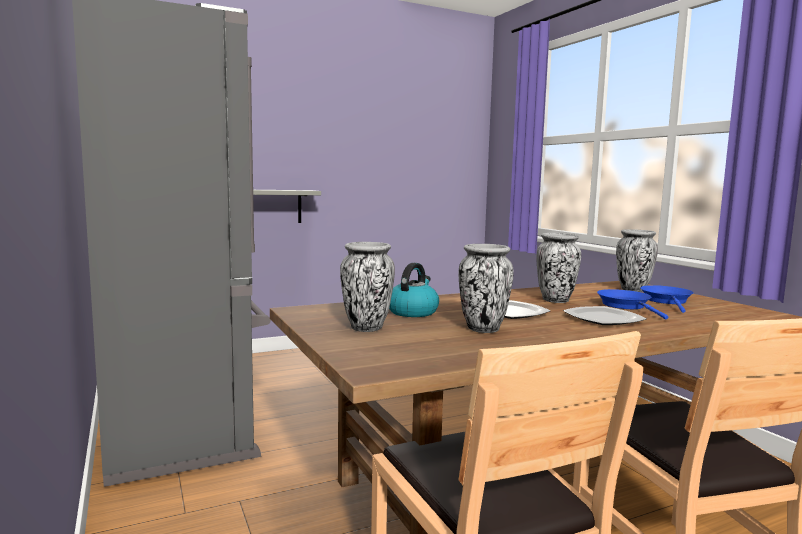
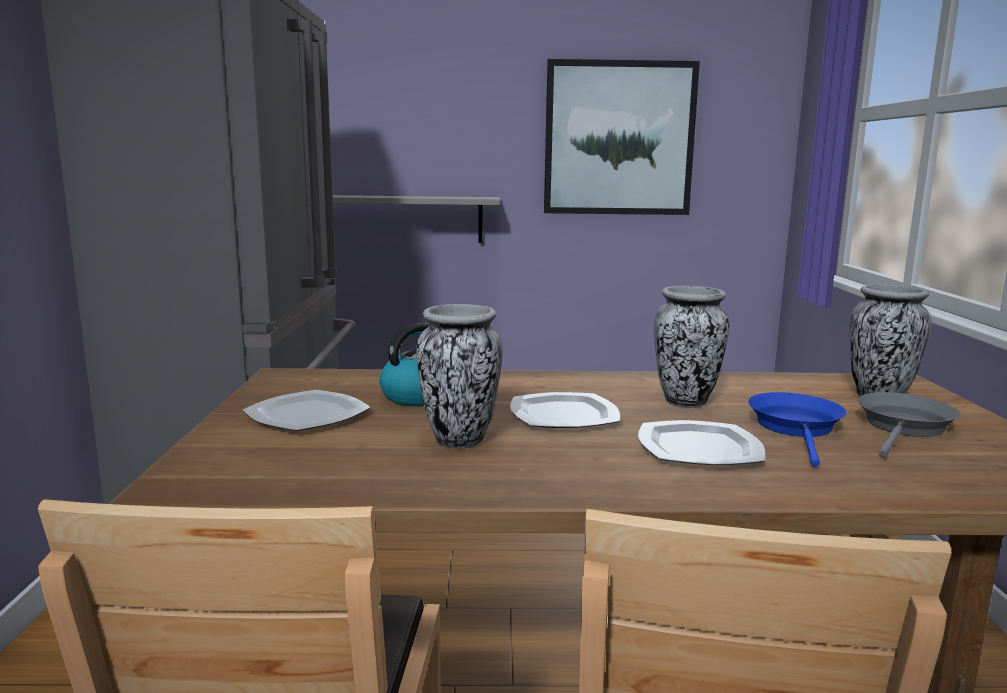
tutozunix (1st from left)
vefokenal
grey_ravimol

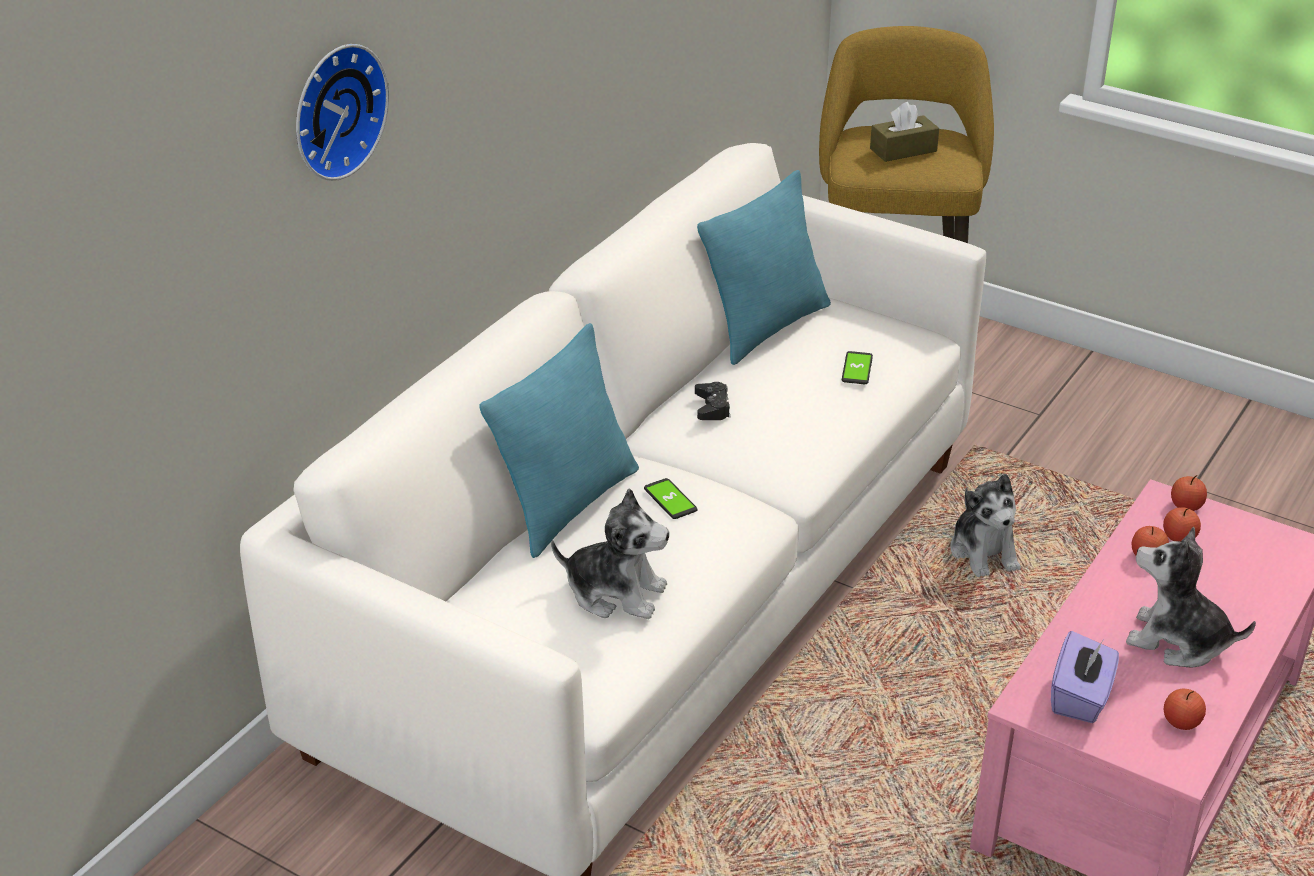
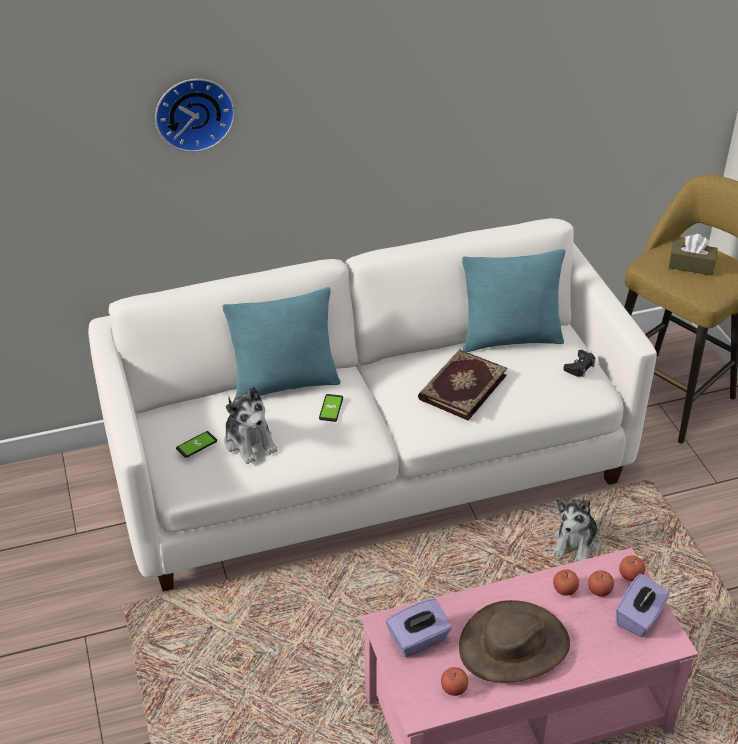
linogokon (1st from left)
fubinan
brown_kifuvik
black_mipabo
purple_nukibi (2nd from left)

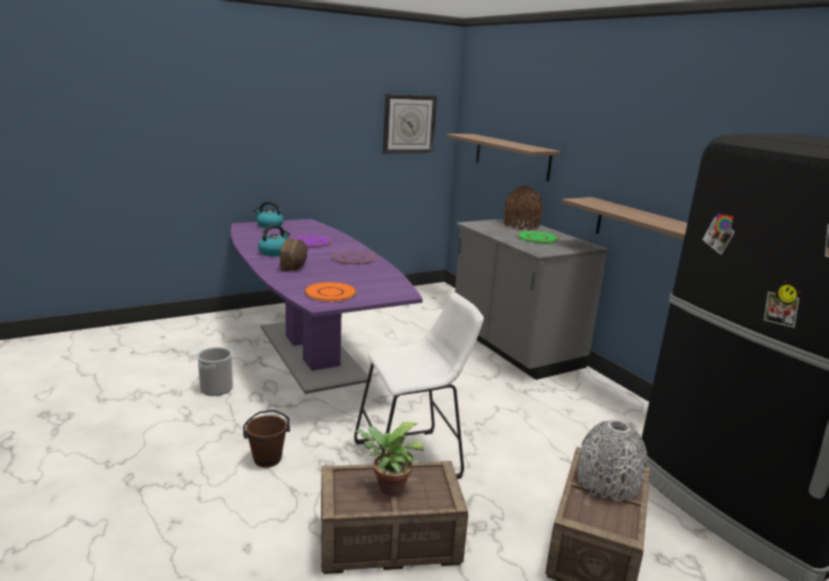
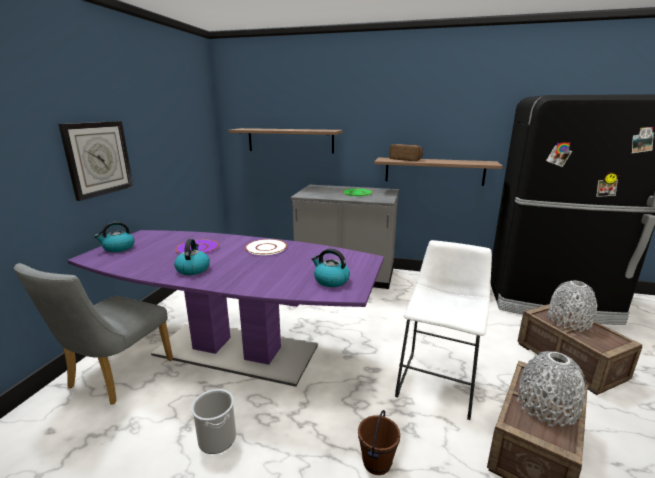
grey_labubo
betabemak
white_tutozunix
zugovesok (3rd from left)
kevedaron
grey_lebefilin (1st from left)
brown_lebefilin

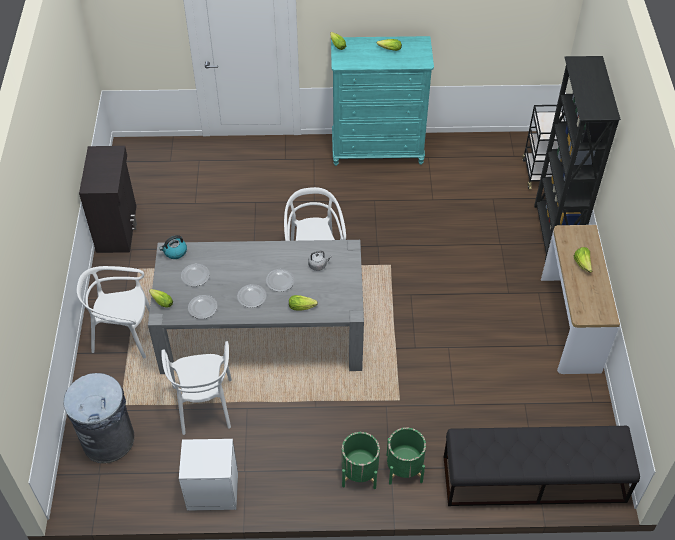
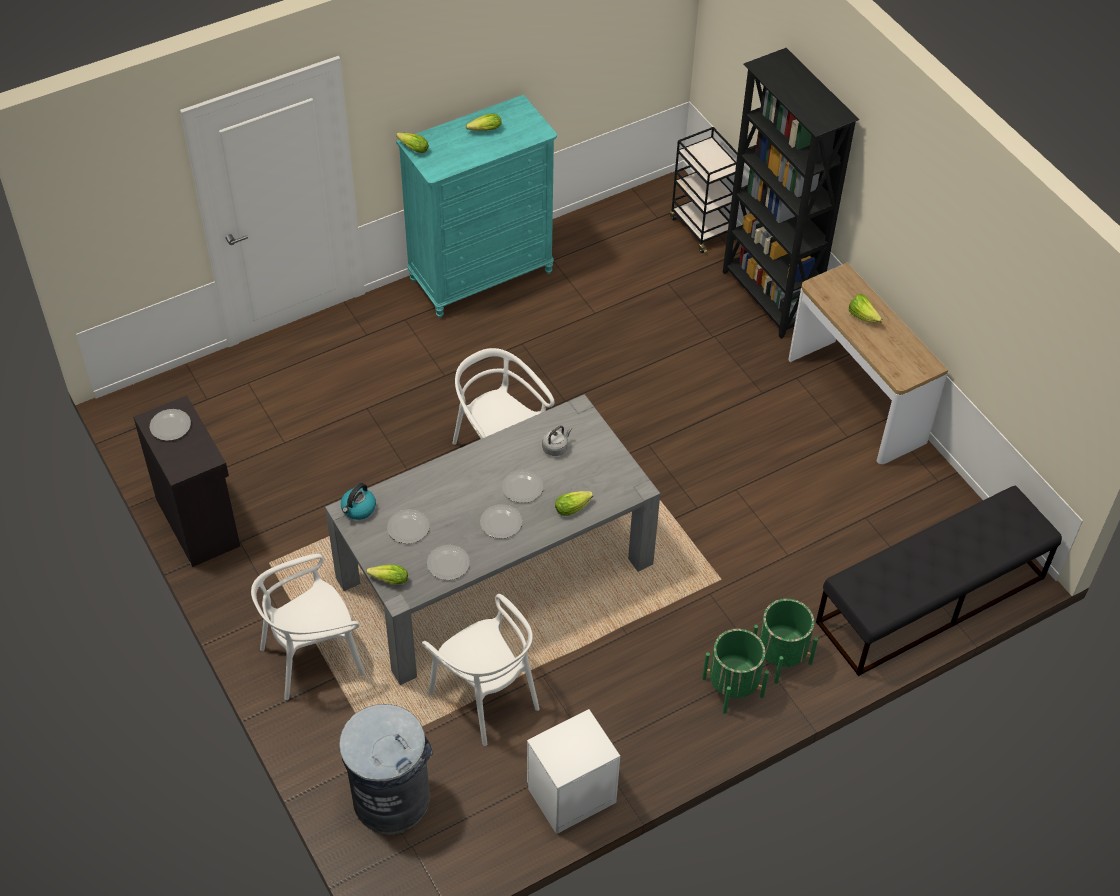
tutozunix (1st from left)

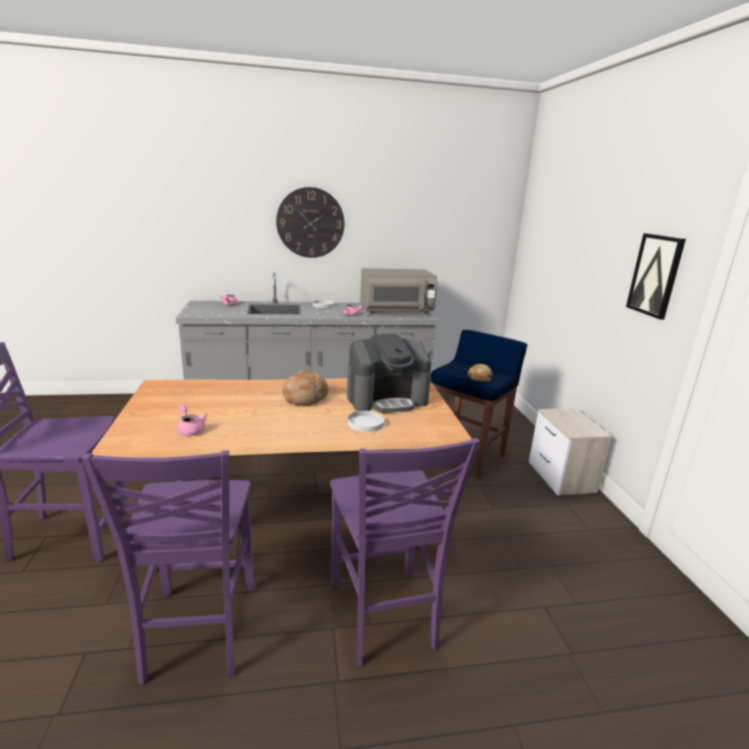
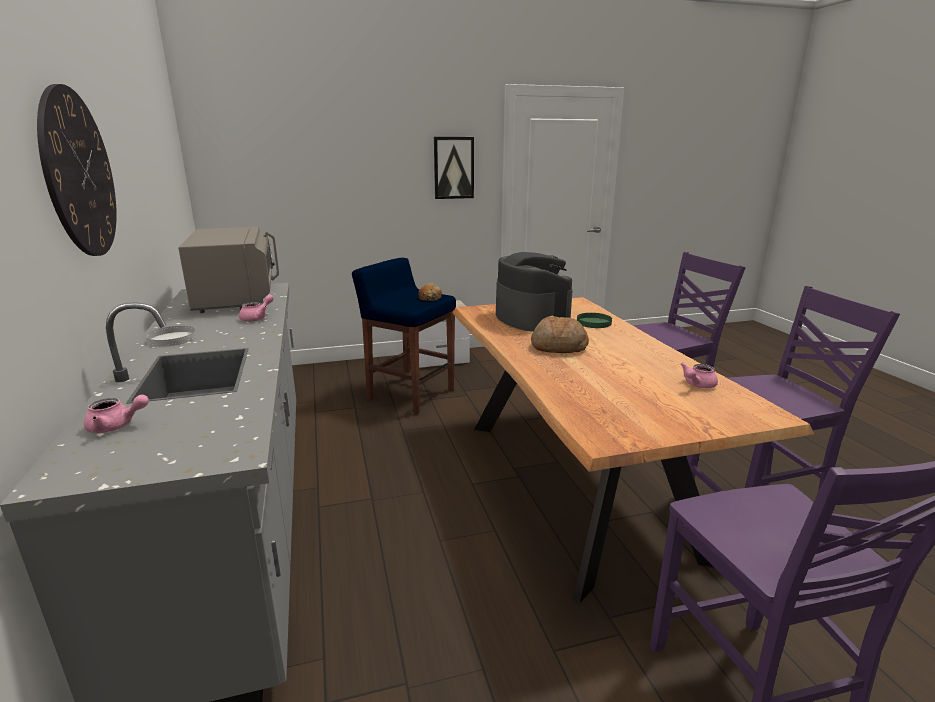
green_tutozunix

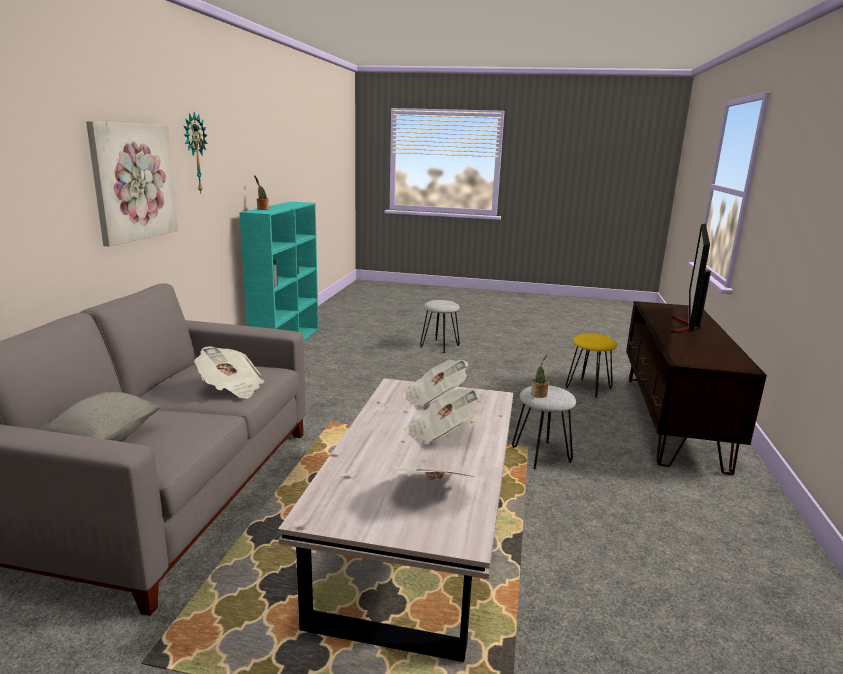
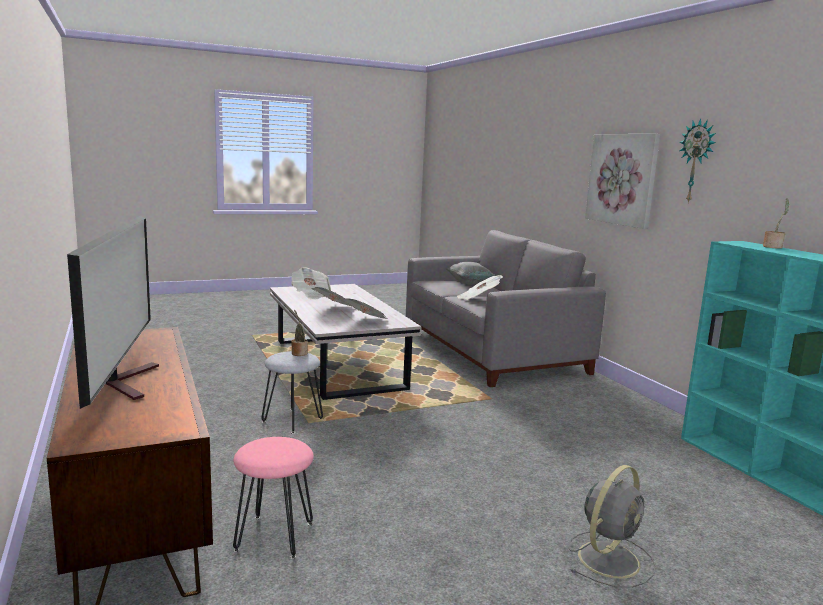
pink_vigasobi
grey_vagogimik

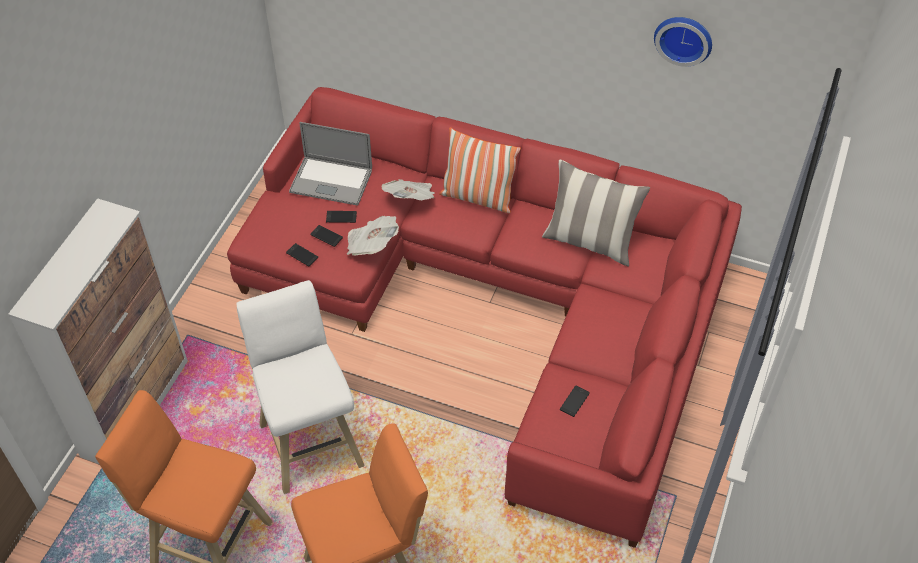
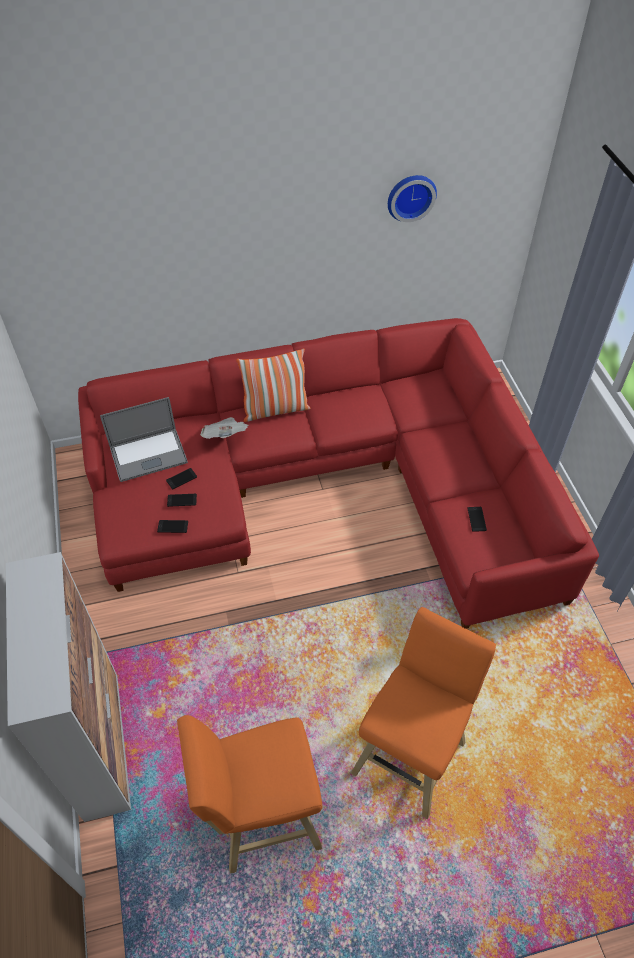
white_vigasobi
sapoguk (1st from left in the first image)
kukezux (2nd from left in the first image)

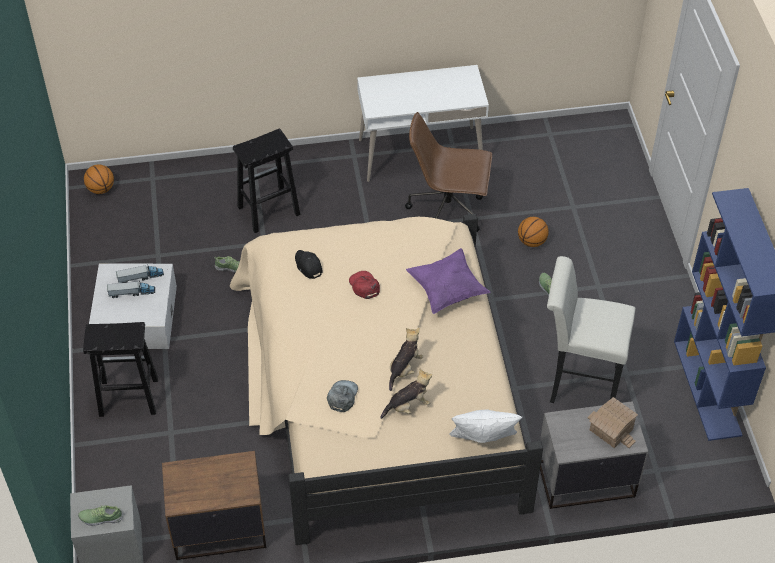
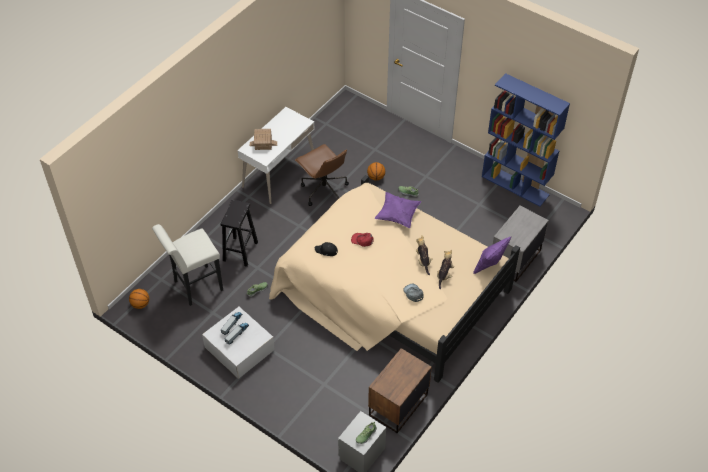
white_vigasobi
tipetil
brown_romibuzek
purple_kukezux (2nd from left)
black_vigasobi (1st from left in the first image)

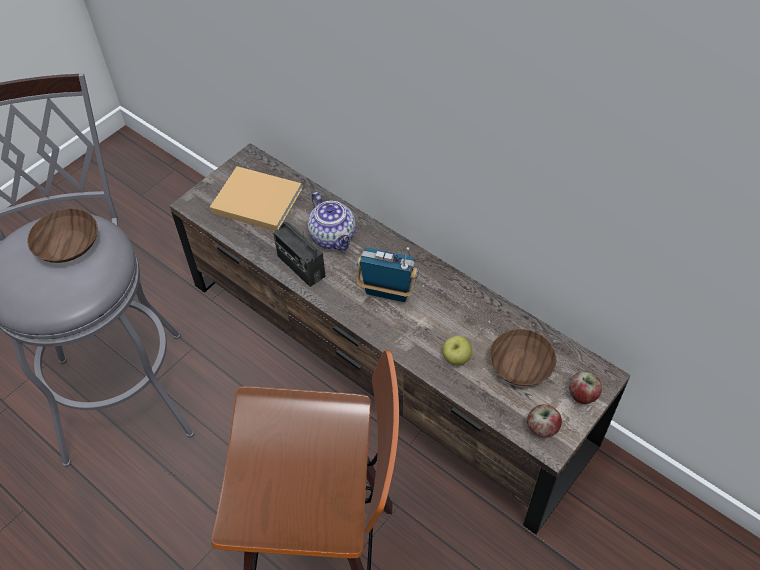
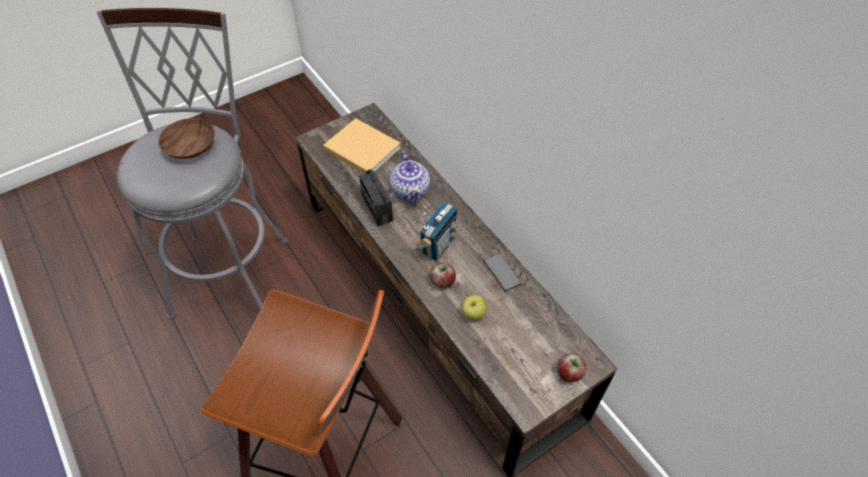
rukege (2nd from left)
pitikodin (1st from left)
linogokon
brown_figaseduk (2nd from left in the first image)

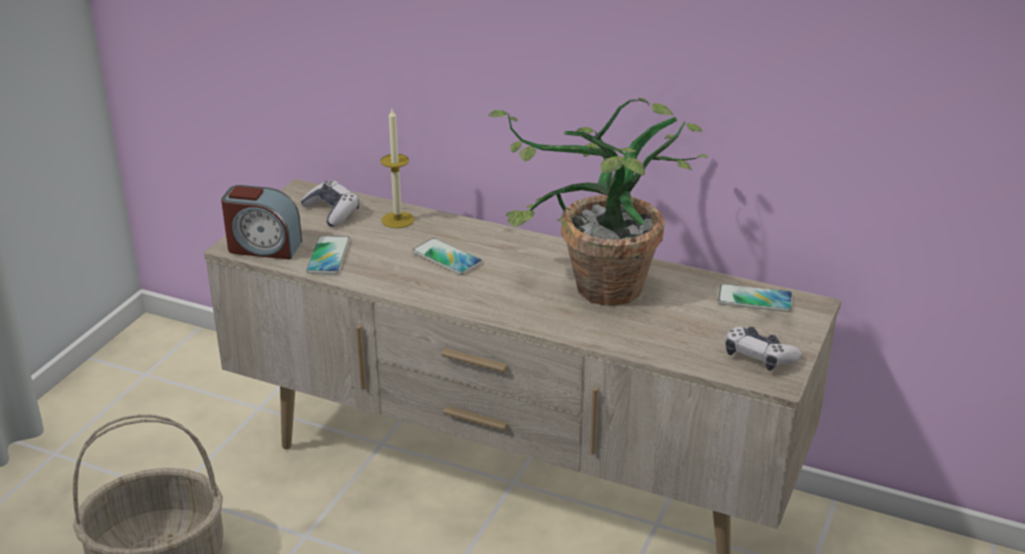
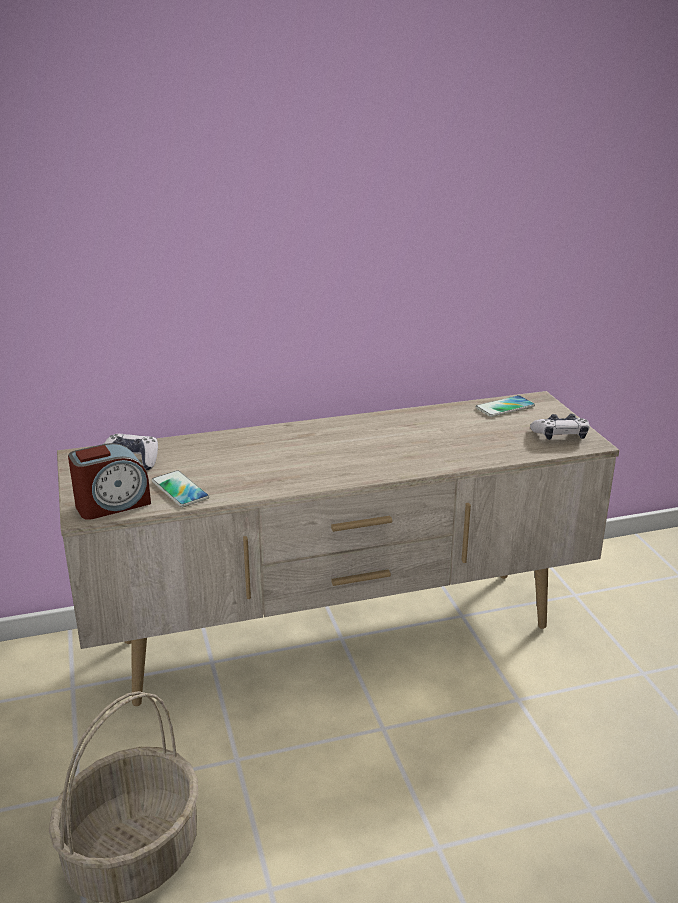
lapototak
linogokon (2nd from left in the first image)
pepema

